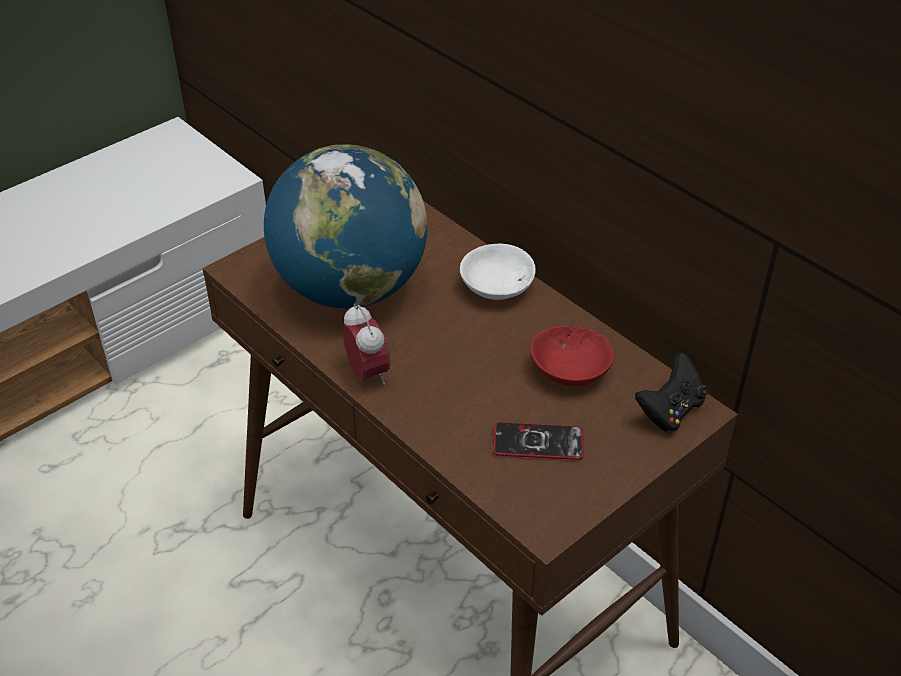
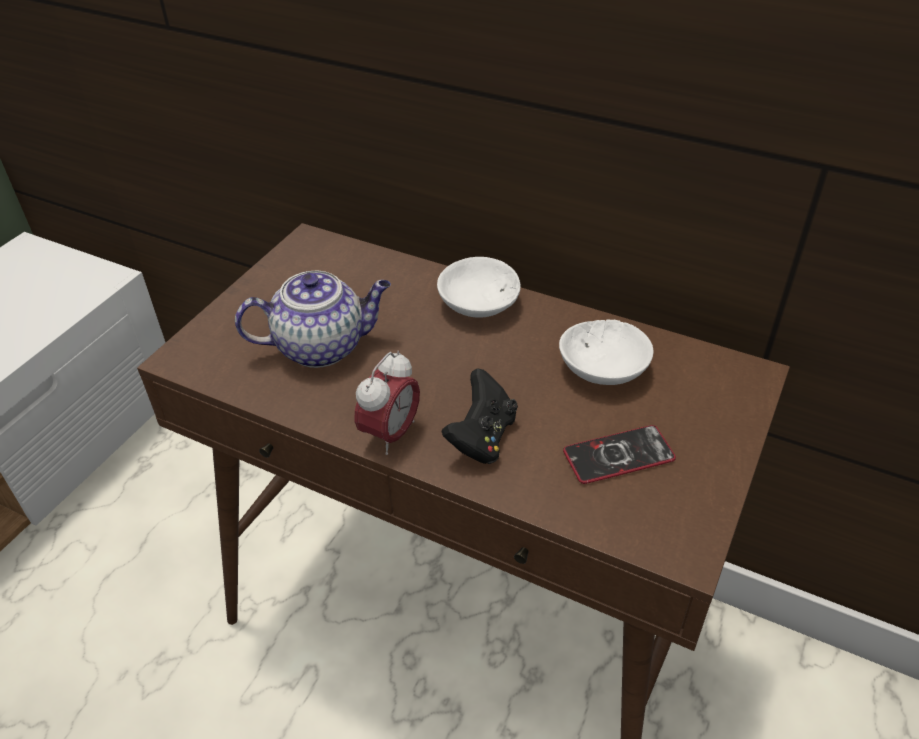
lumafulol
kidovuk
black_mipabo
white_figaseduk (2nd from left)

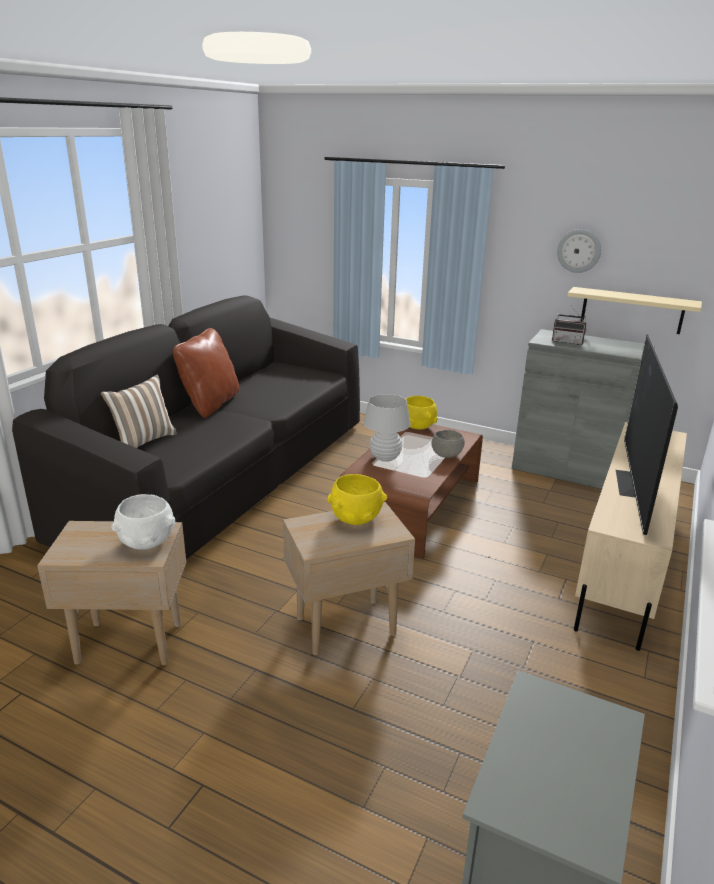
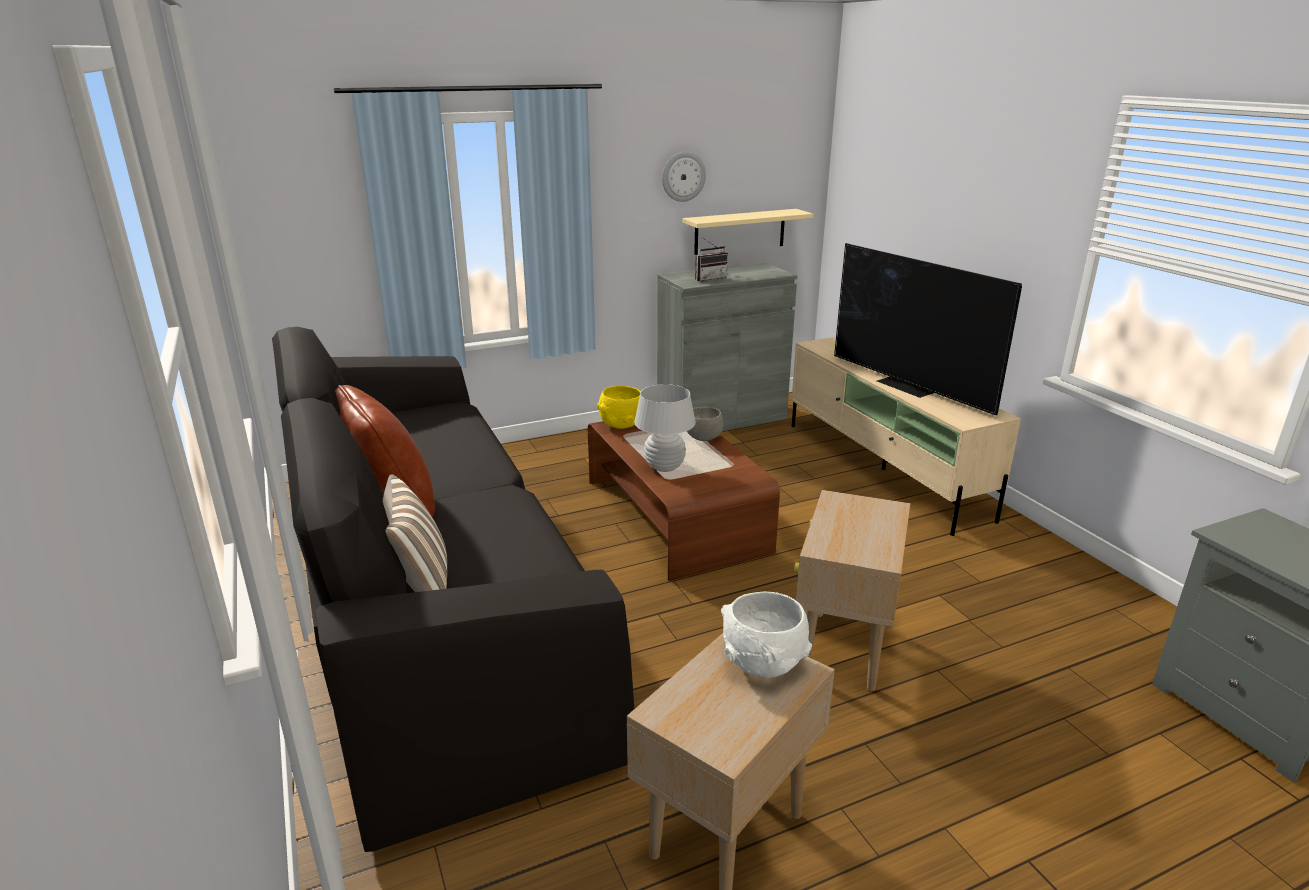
yellow_figaseduk (1st from left in the first image)

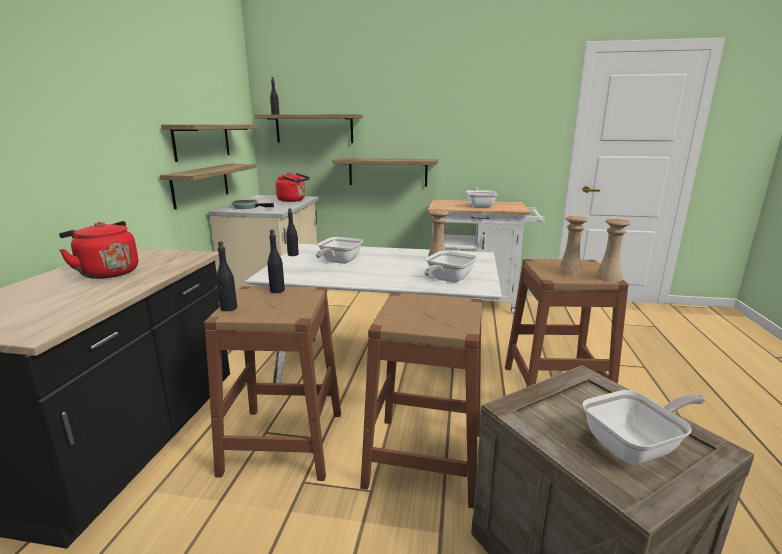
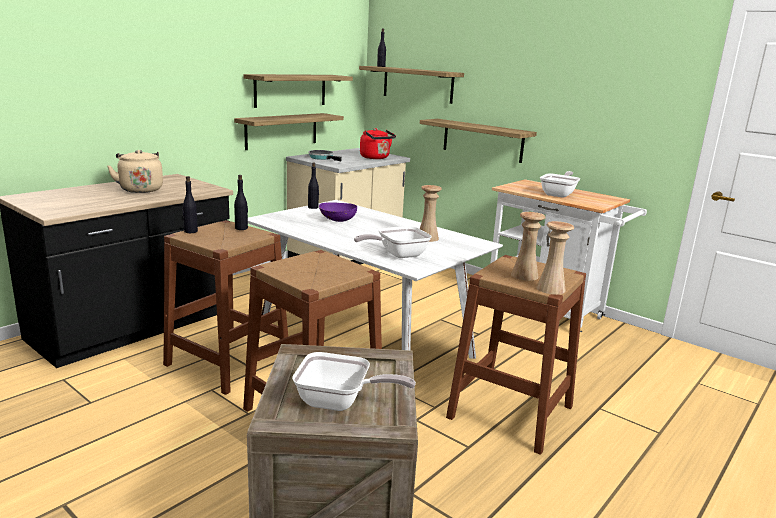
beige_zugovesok
purple_figaseduk

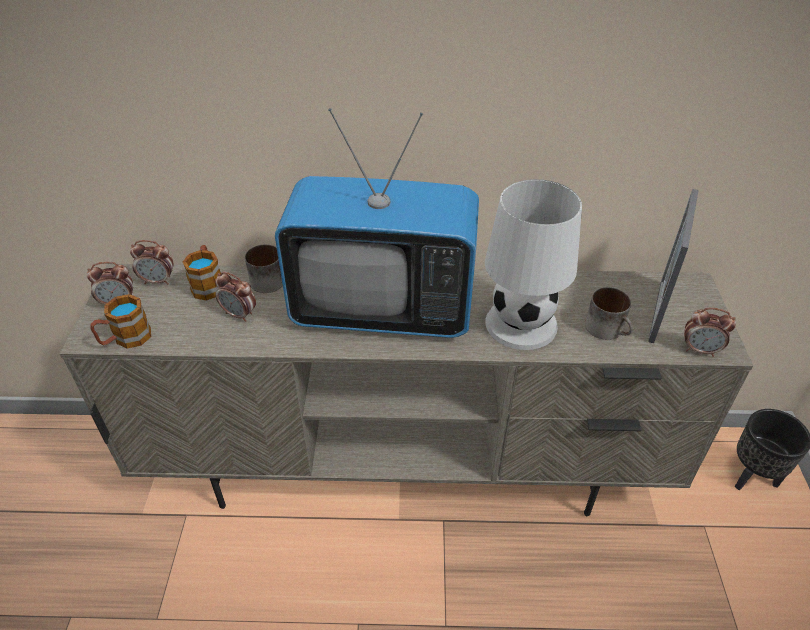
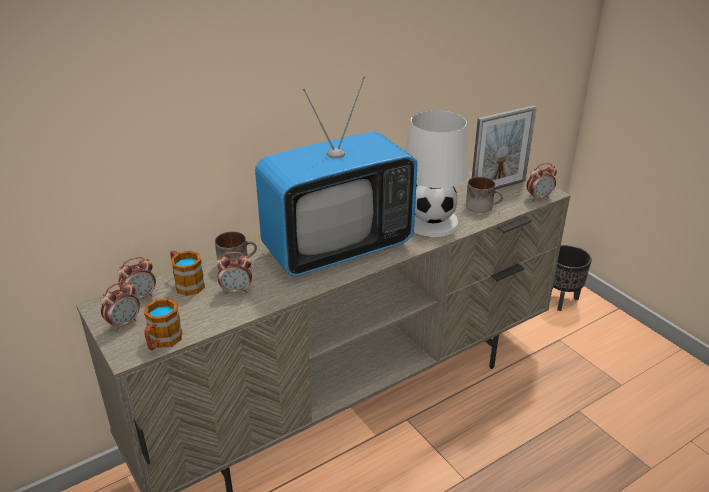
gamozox

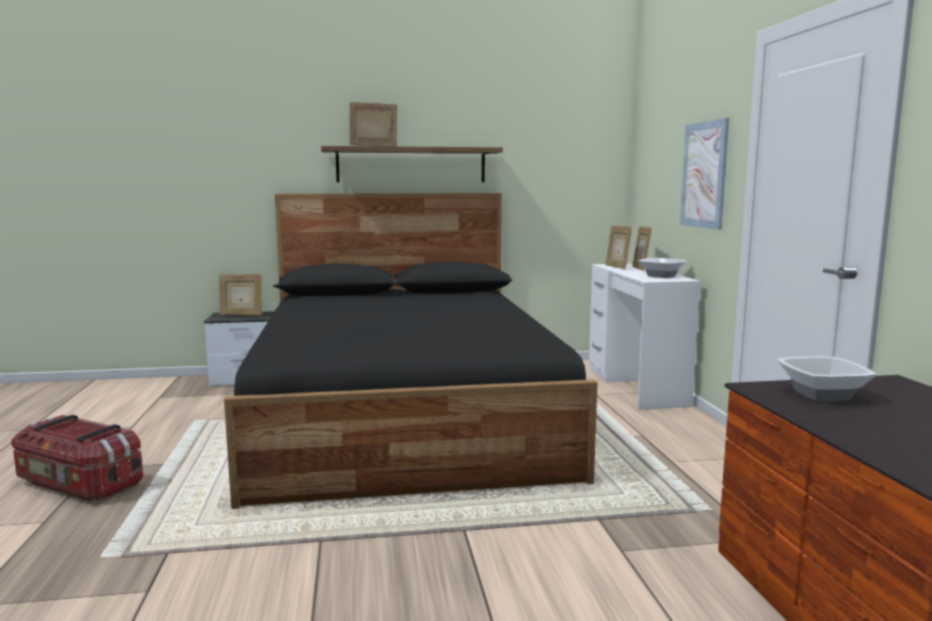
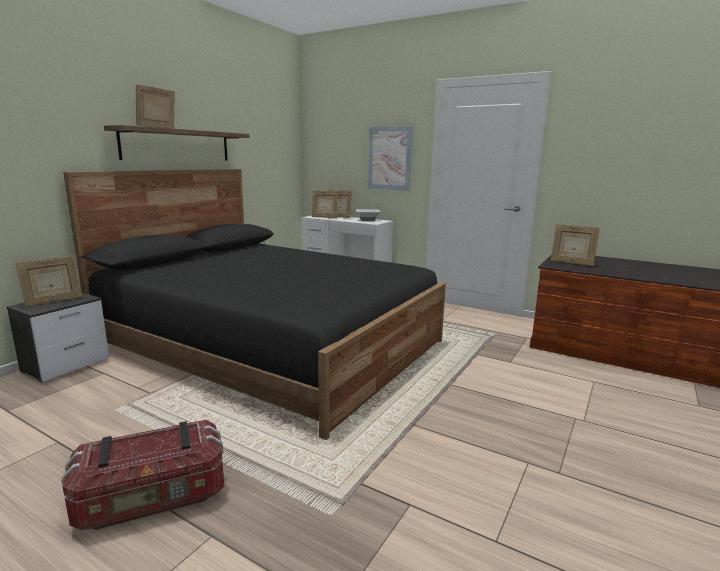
gamozox (5th from left)

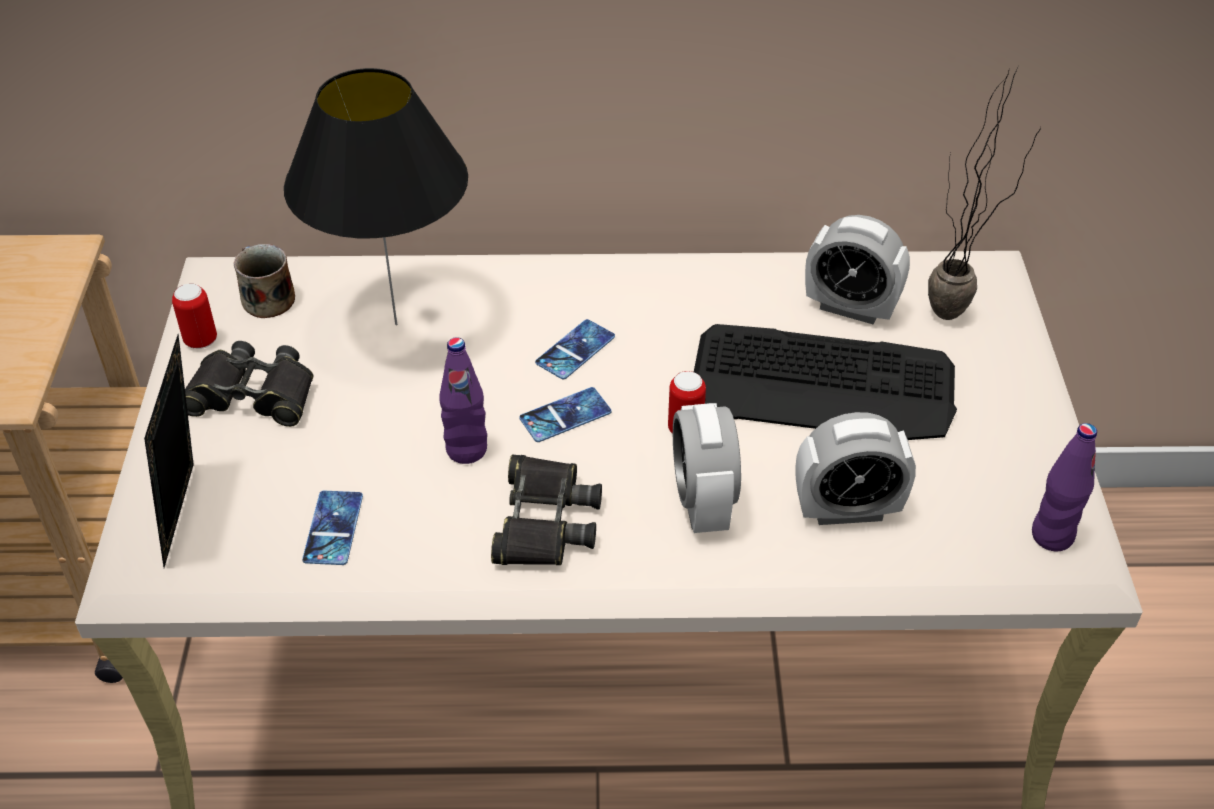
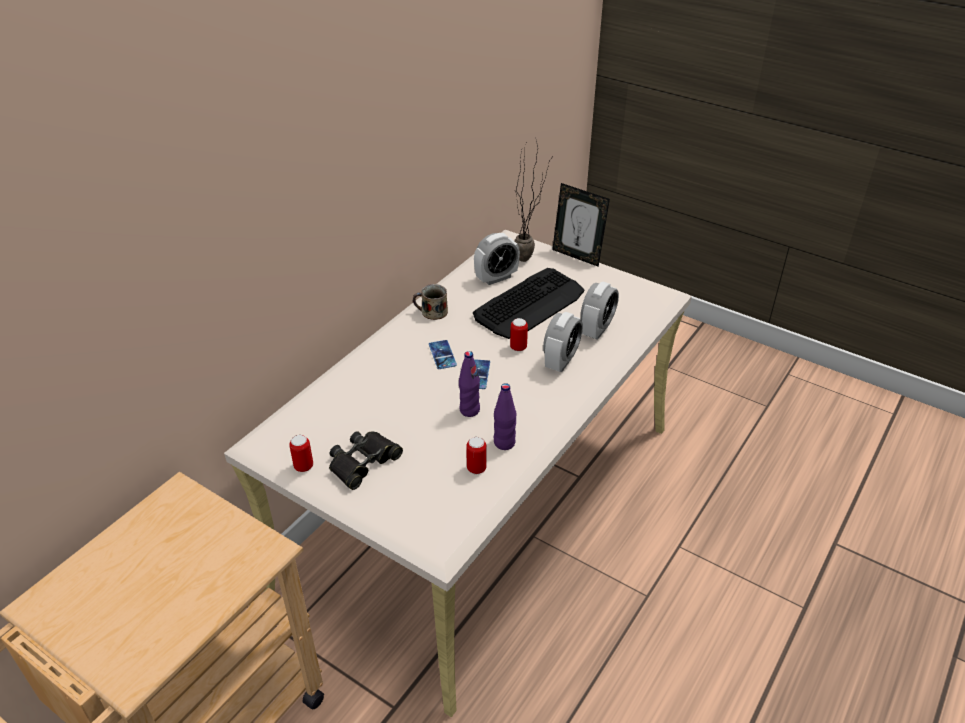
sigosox
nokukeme (2nd from left)
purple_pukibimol (2nd from left)
kidovuk (2nd from left)
gamozox
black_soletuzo
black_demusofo (2nd from left in the first image)

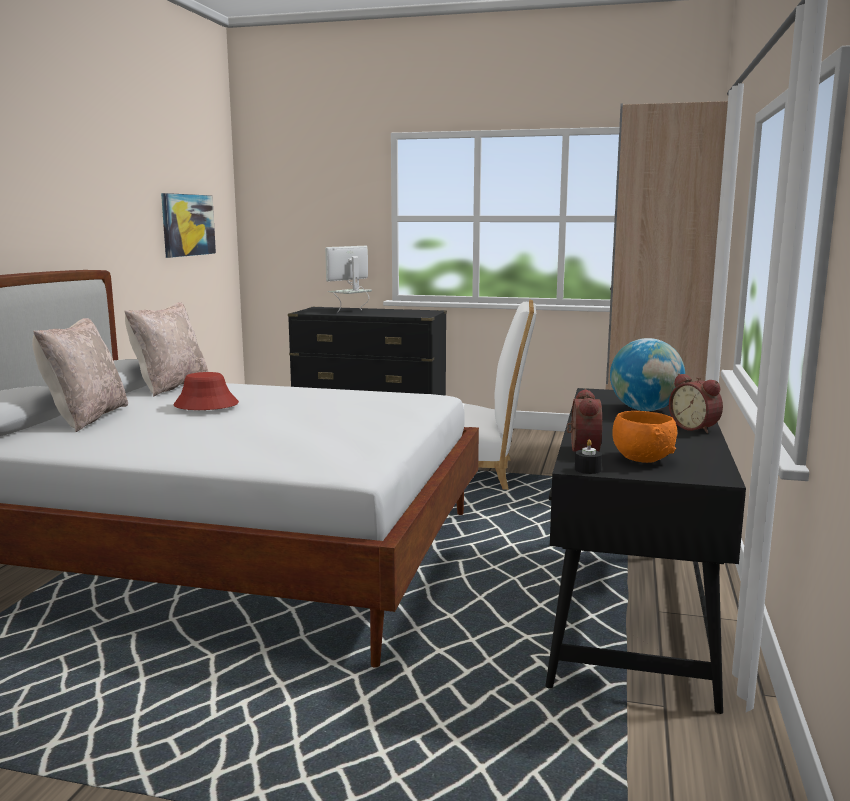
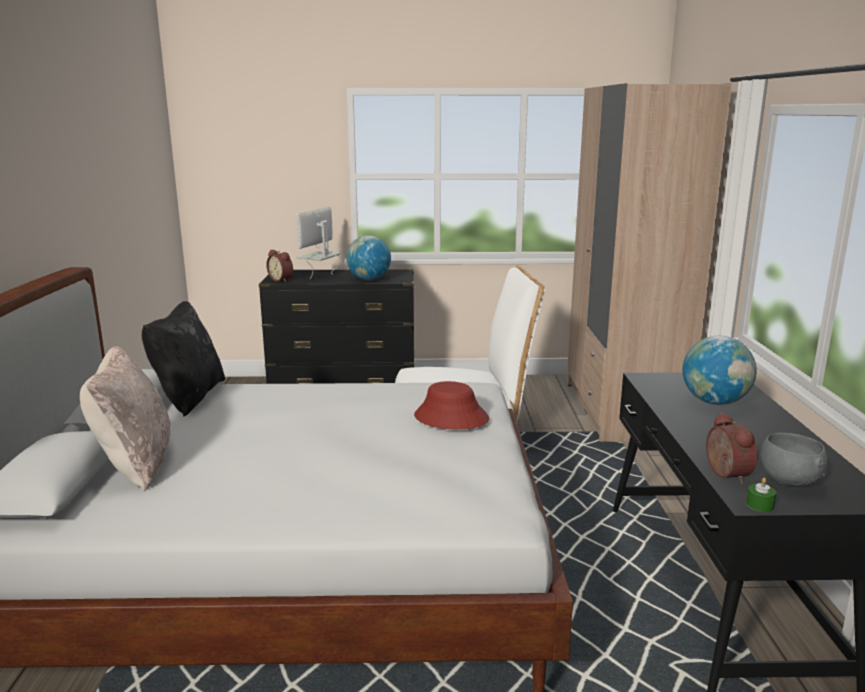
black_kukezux
kidovuk (1st from left)
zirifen (1st from left)
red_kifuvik
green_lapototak
grey_figaseduk
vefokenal

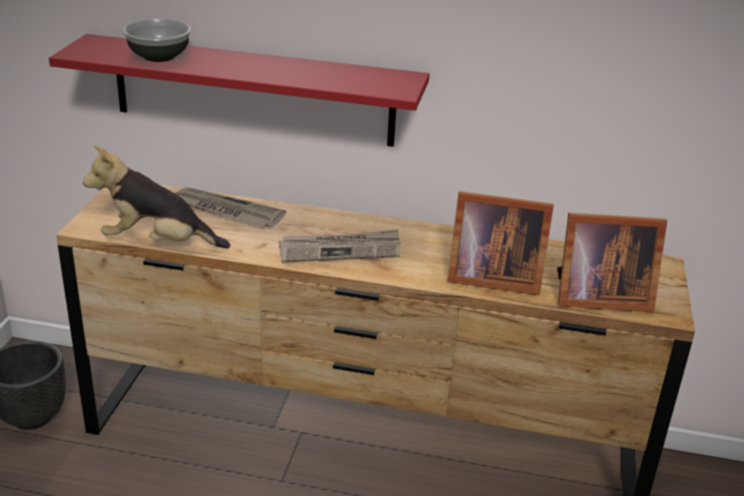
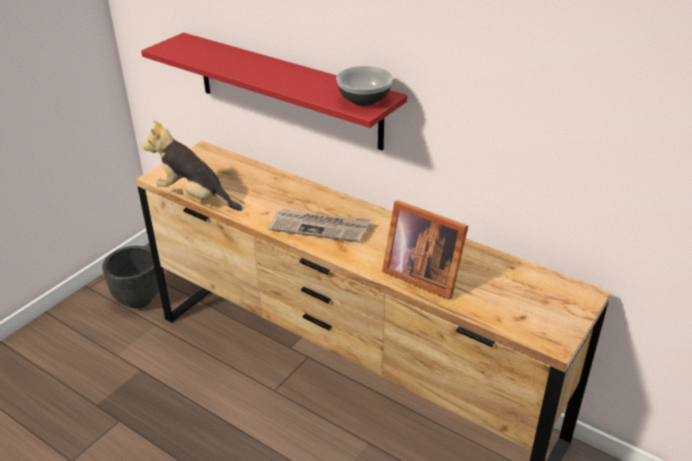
figaseduk
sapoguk (1st from left in the first image)
gamozox (2nd from left in the first image)

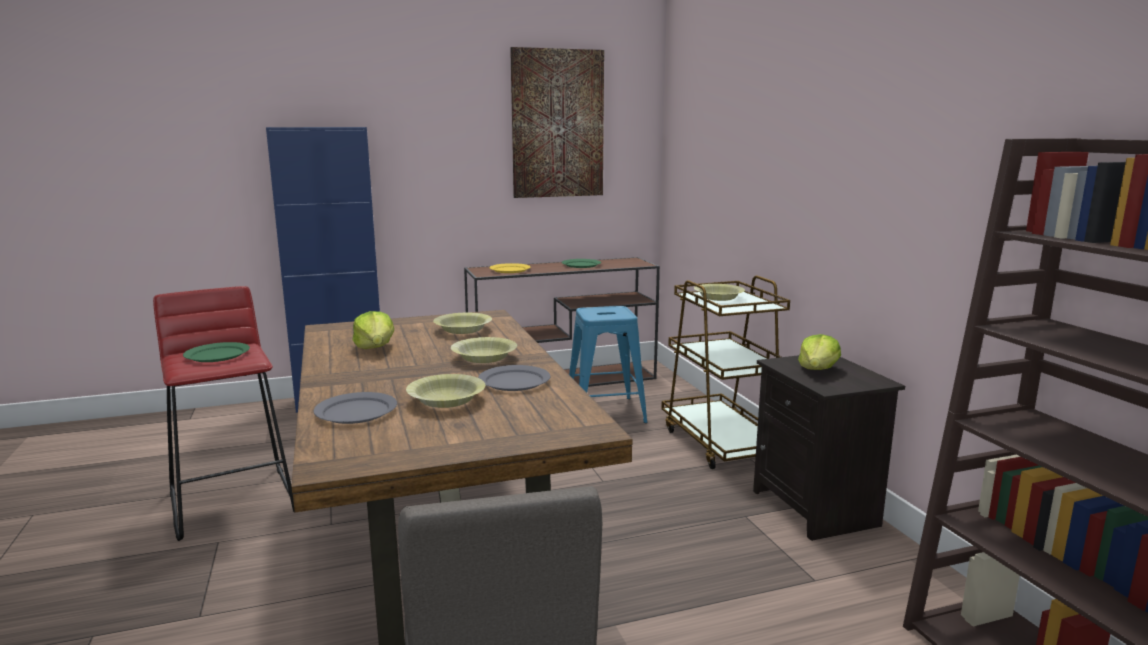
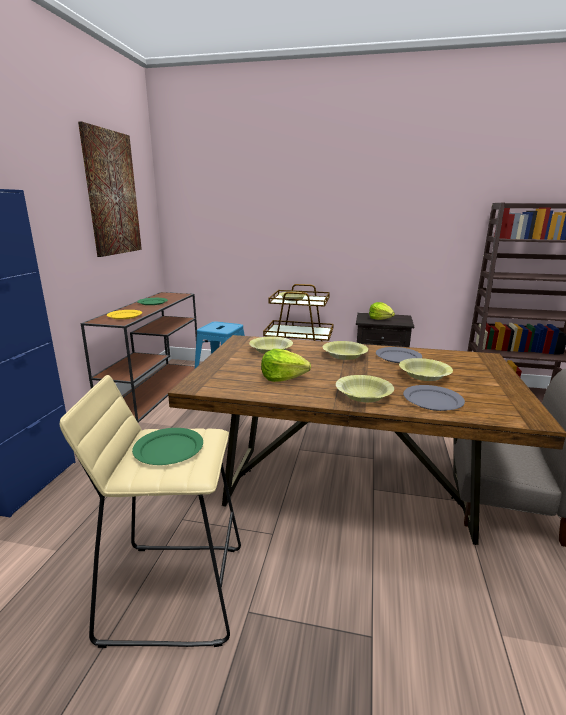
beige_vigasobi
yellow_figaseduk (4th from left)

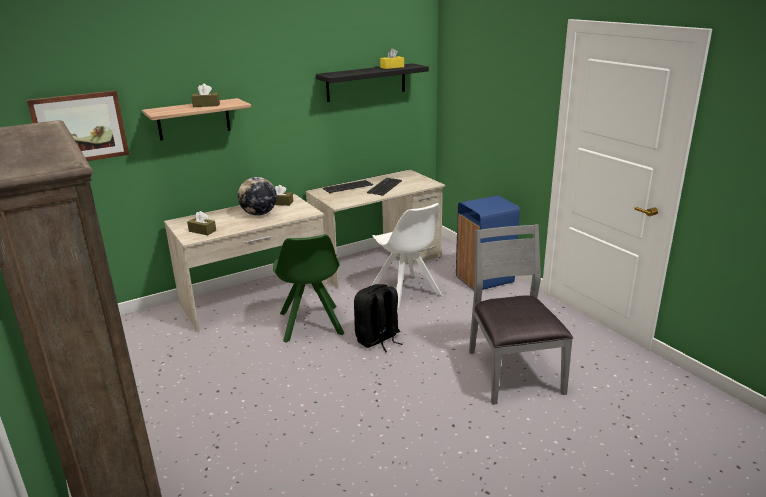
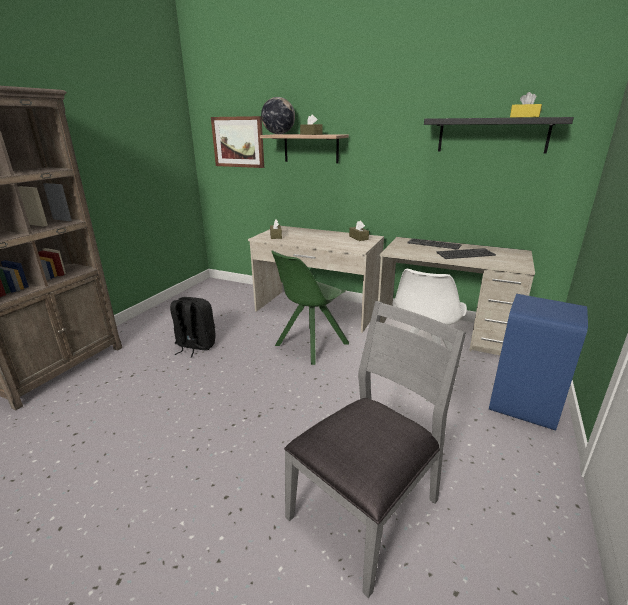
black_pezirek
zirifen

